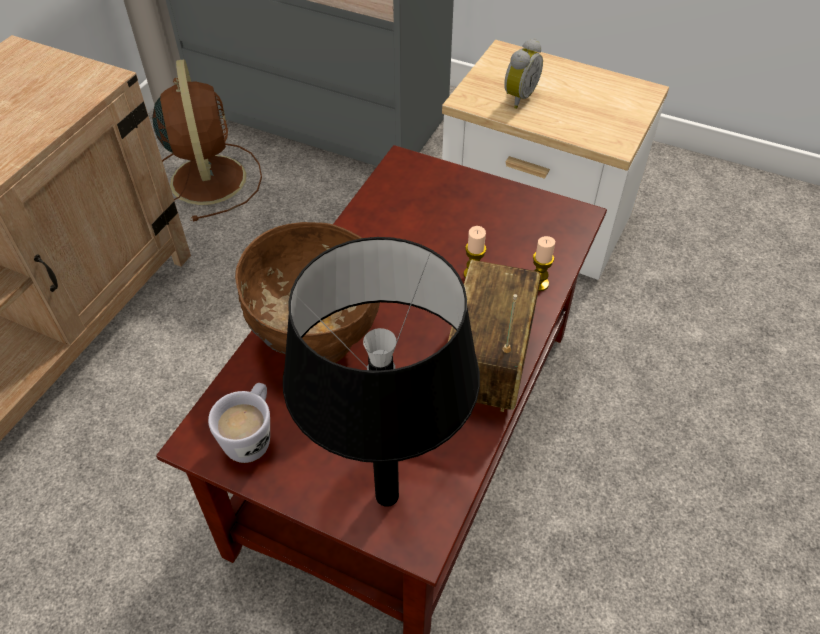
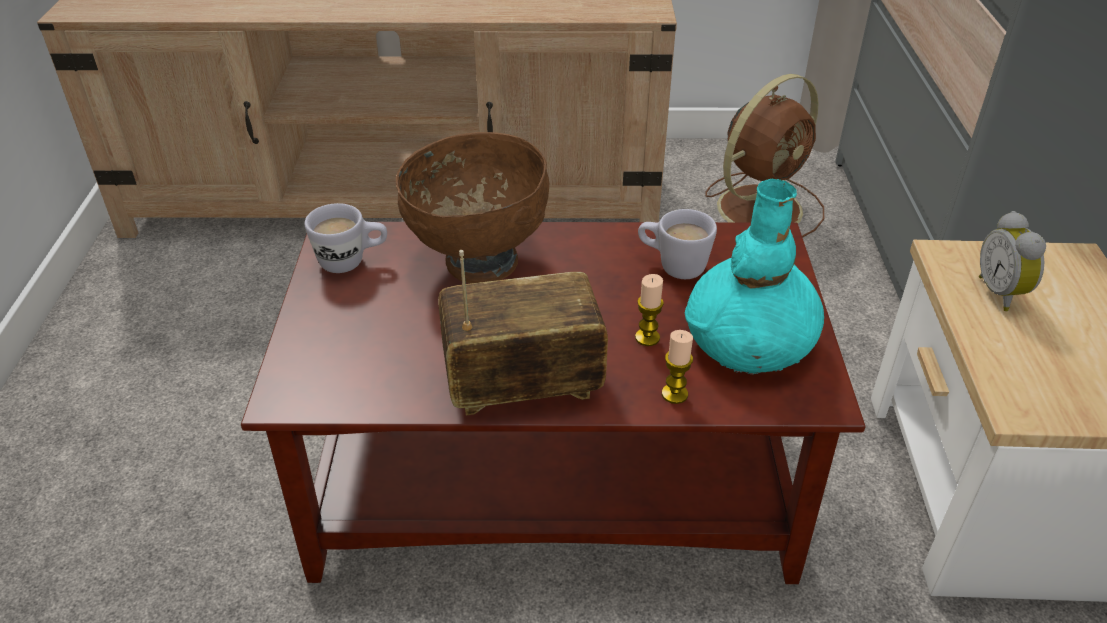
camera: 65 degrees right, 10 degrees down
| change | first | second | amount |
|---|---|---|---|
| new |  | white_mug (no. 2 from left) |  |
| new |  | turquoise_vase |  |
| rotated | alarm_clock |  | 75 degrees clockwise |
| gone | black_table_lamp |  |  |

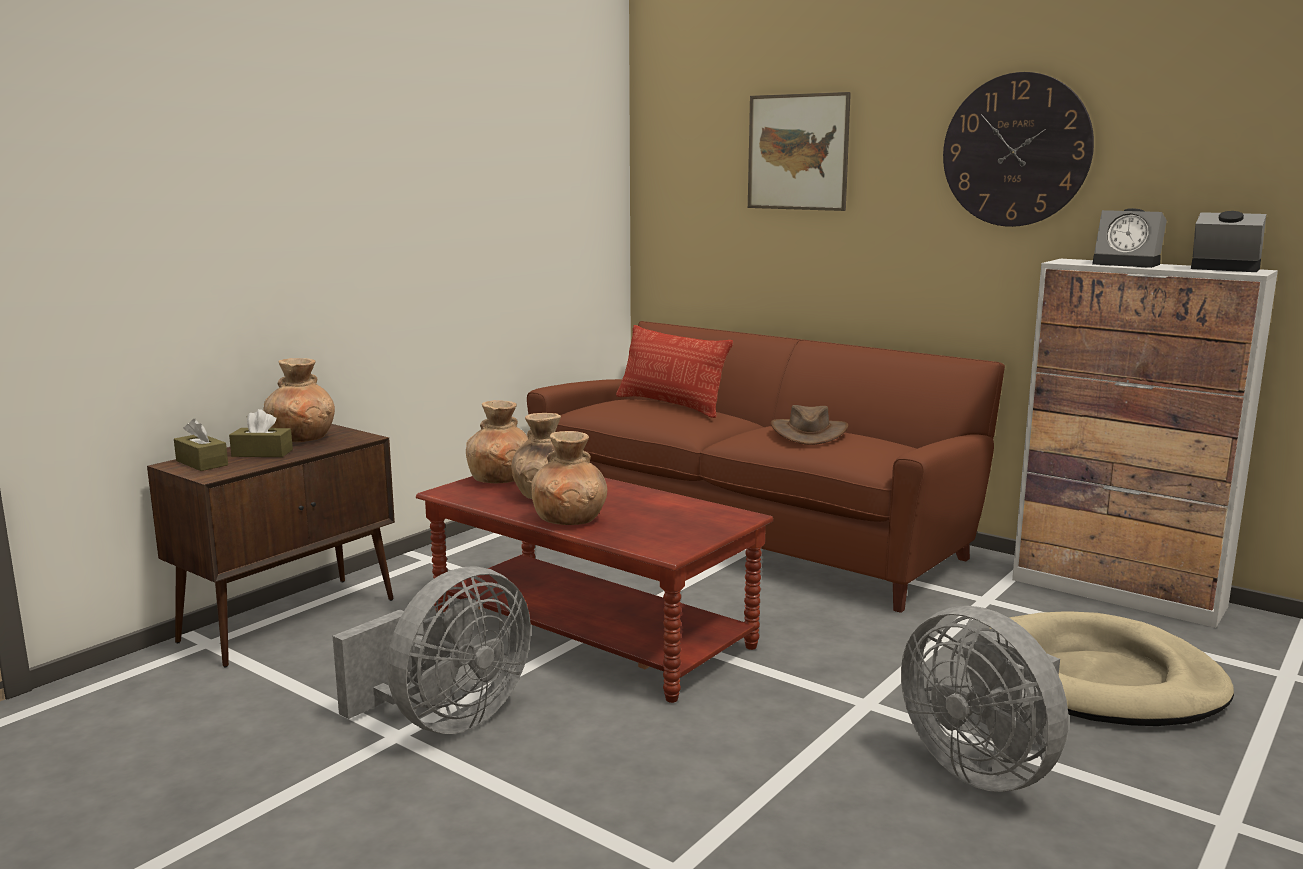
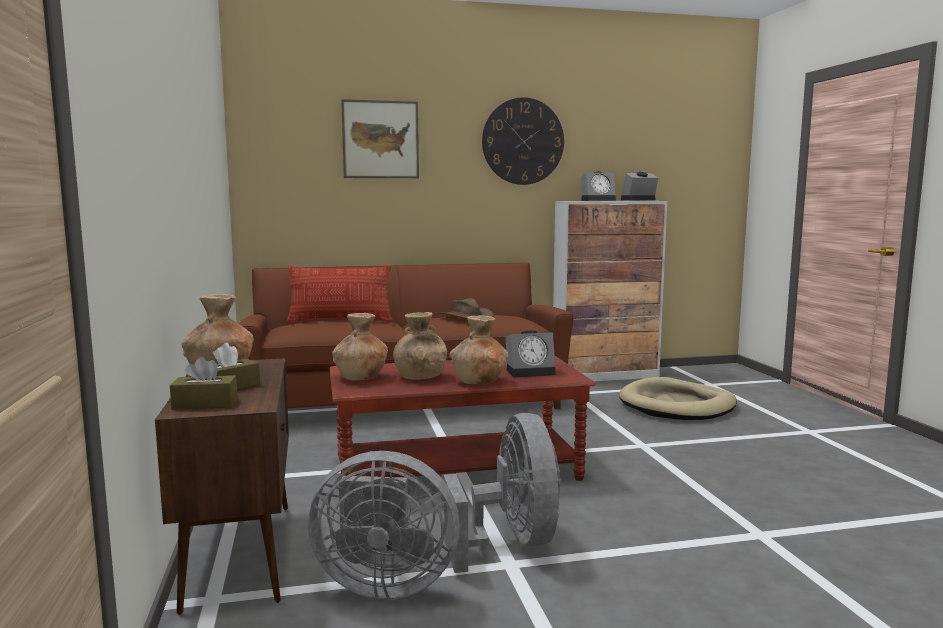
camera: 50 degrees left, 5 degrees down
| change | first | second | amount |
|---|---|---|---|
| shifted | grey_fan (no. 2 from left in the first image) | grey_fan (no. 1 from left) |  |
| new |  | alarm_clock (no. 1 from left) |  |

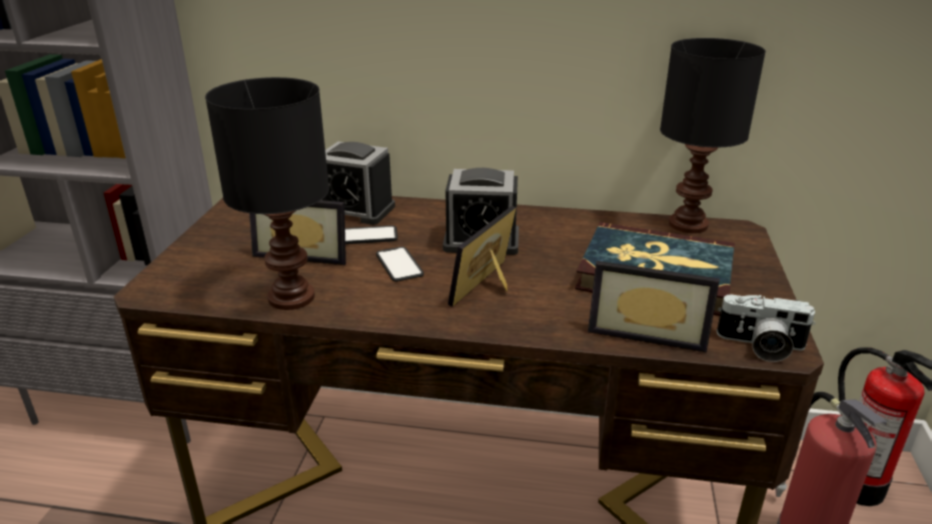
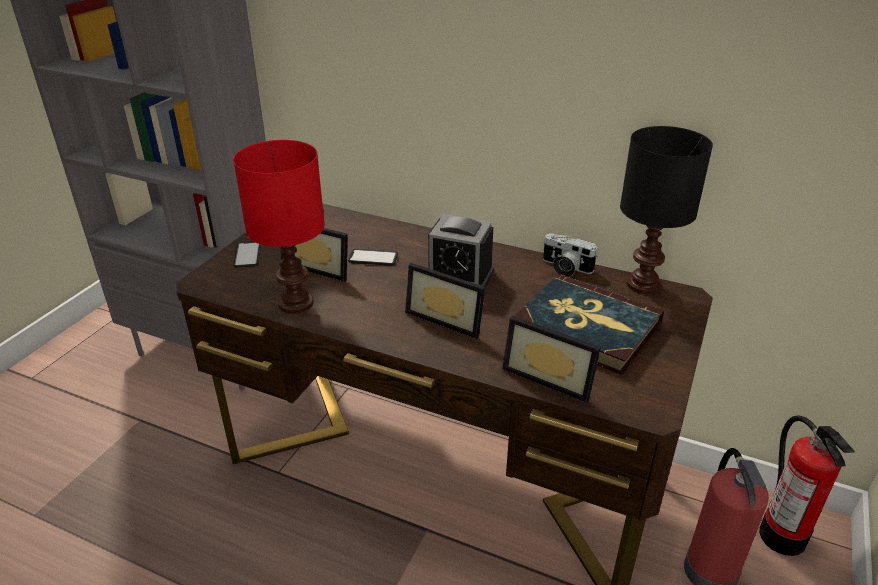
camera: 15 degrees right, 5 degrees up
| change | first | second | amount |
|---|---|---|---|
| repainted | black_table_lamp (no. 1 from left) | red_table_lamp |  |
| shifted | phone (no. 2 from left in the first image) | phone (no. 1 from left) |  |
| rotated | picture_frame (no. 2 from left) |  | 105 degrees counterclockwise |
| shifted | photo_camera |  |  |
| gone | alarm_clock (no. 1 from left) |  |  |

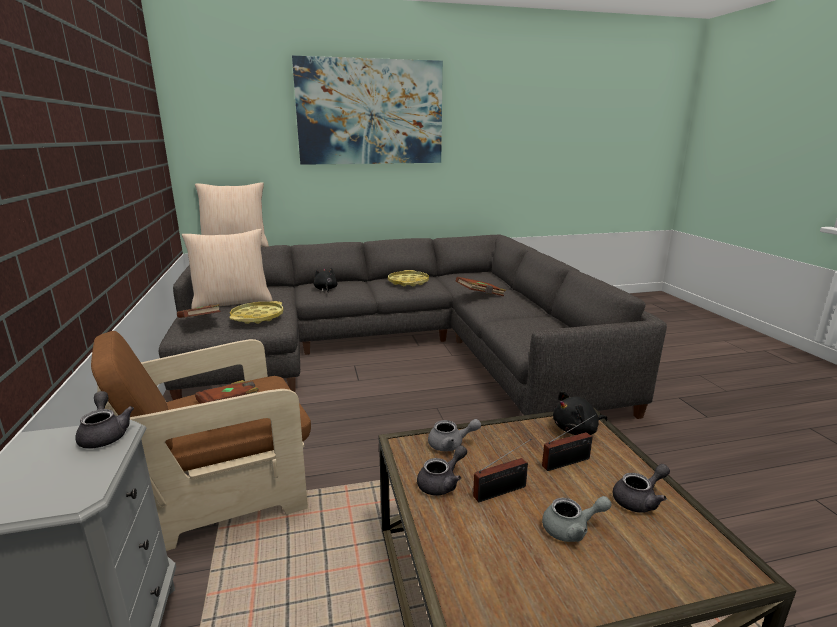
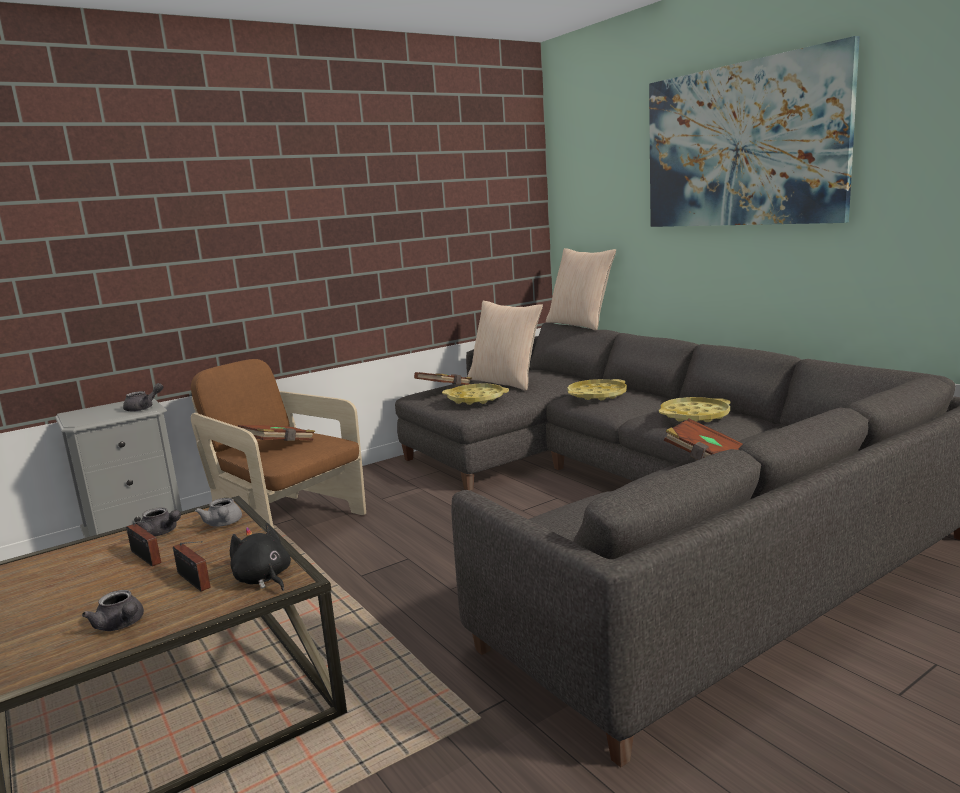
camera: 70 degrees right, 5 degrees down
| change | first | second | amount |
|---|---|---|---|
| swapped | black_plush_toy (no. 1 from left) | yellow_tray (no. 2 from left) |  |
| gone | grey_teapot (no. 4 from left) |  |  |

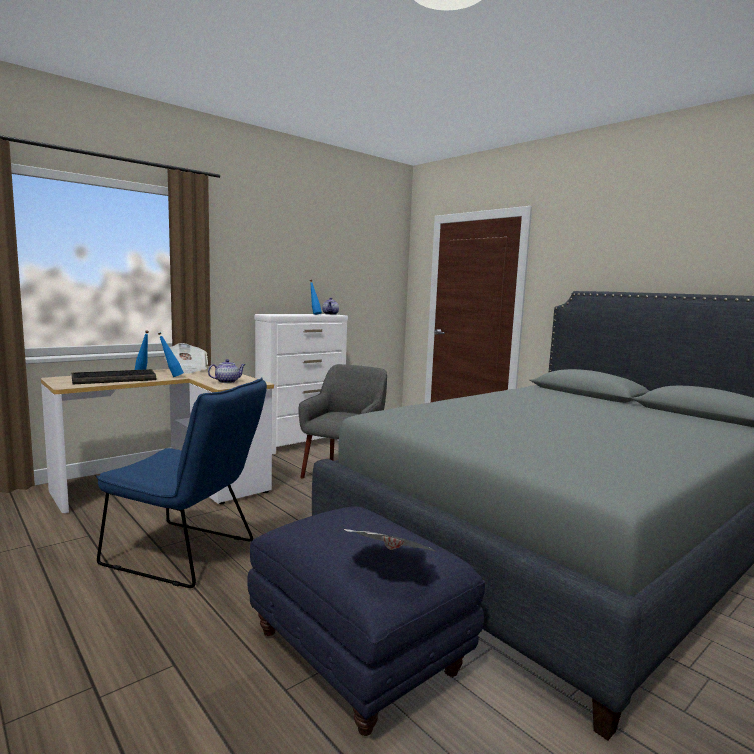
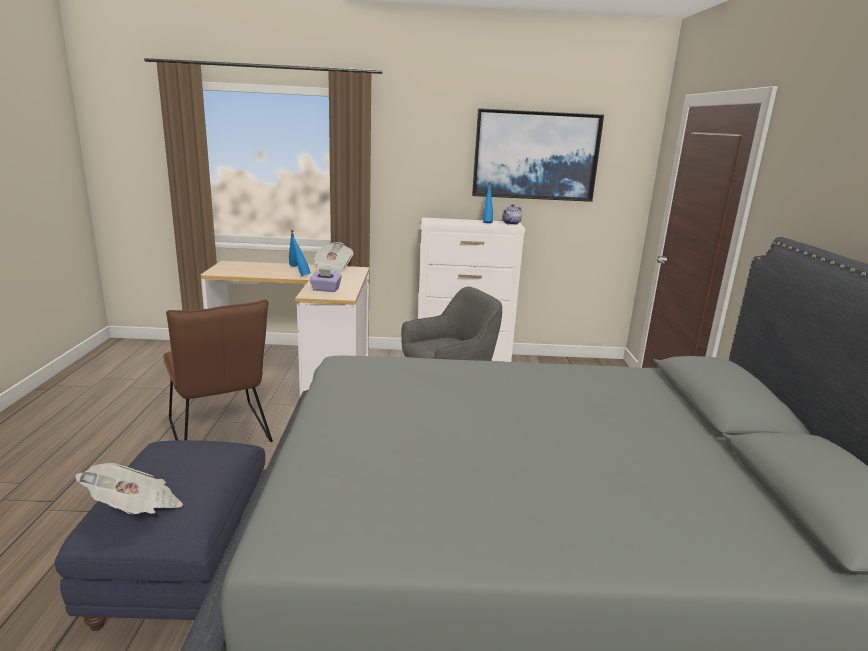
camera: 40 degrees right, 10 degrees up
| change | first | second | amount |
|---|---|---|---|
| repainted | blue_chair | brown_chair |  |
| swapped | teapot (no. 1 from left) | purple_tissue_box |  |
| new |  | picture |  |
| gone | keyboard |  |  |

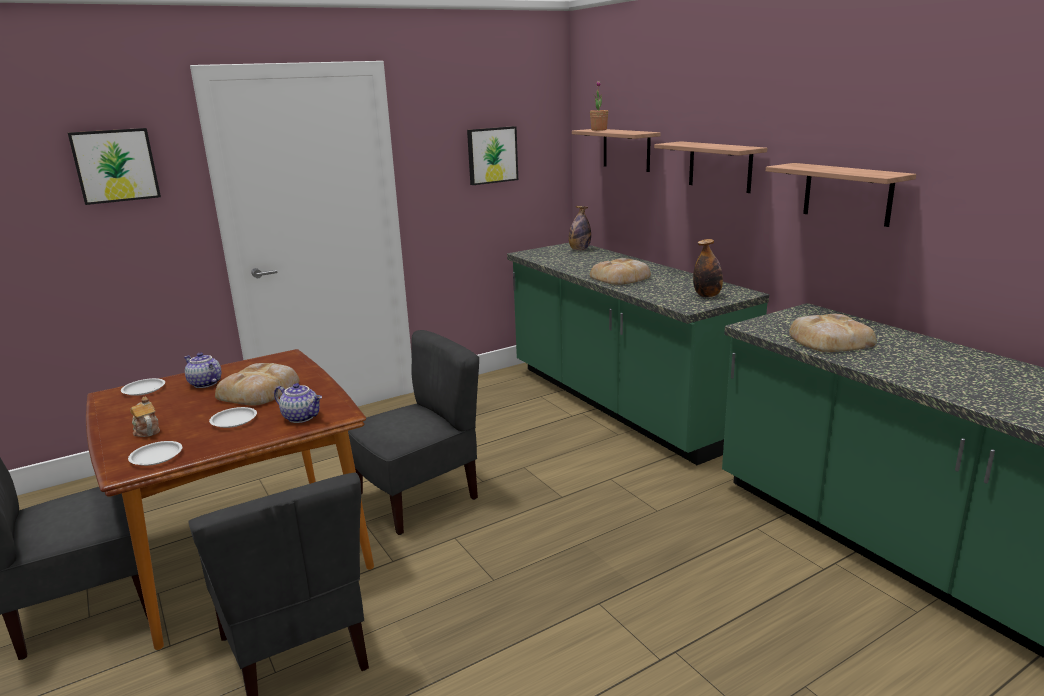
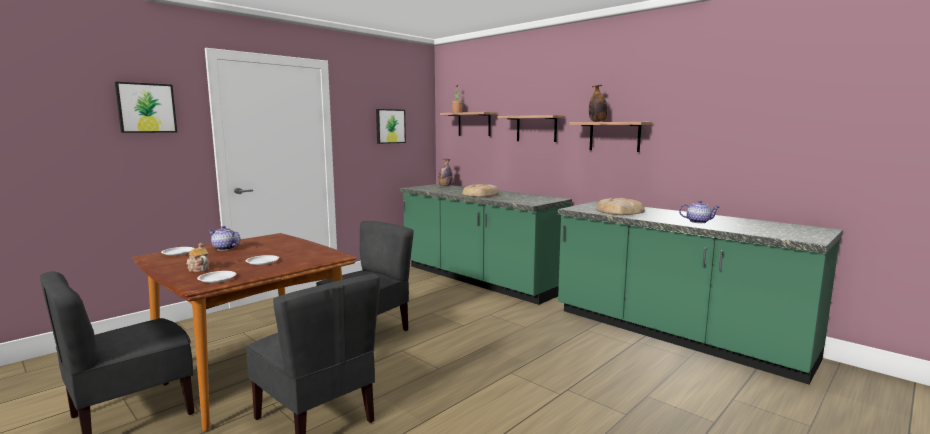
camera: 15 degrees left, 10 degrees down
| change | first | second | amount |
|---|---|---|---|
| shifted | bottle (no. 2 from left) |  |  |
| shifted | teapot (no. 3 from left) |  |  |
| gone | bread (no. 1 from left) |  |  |

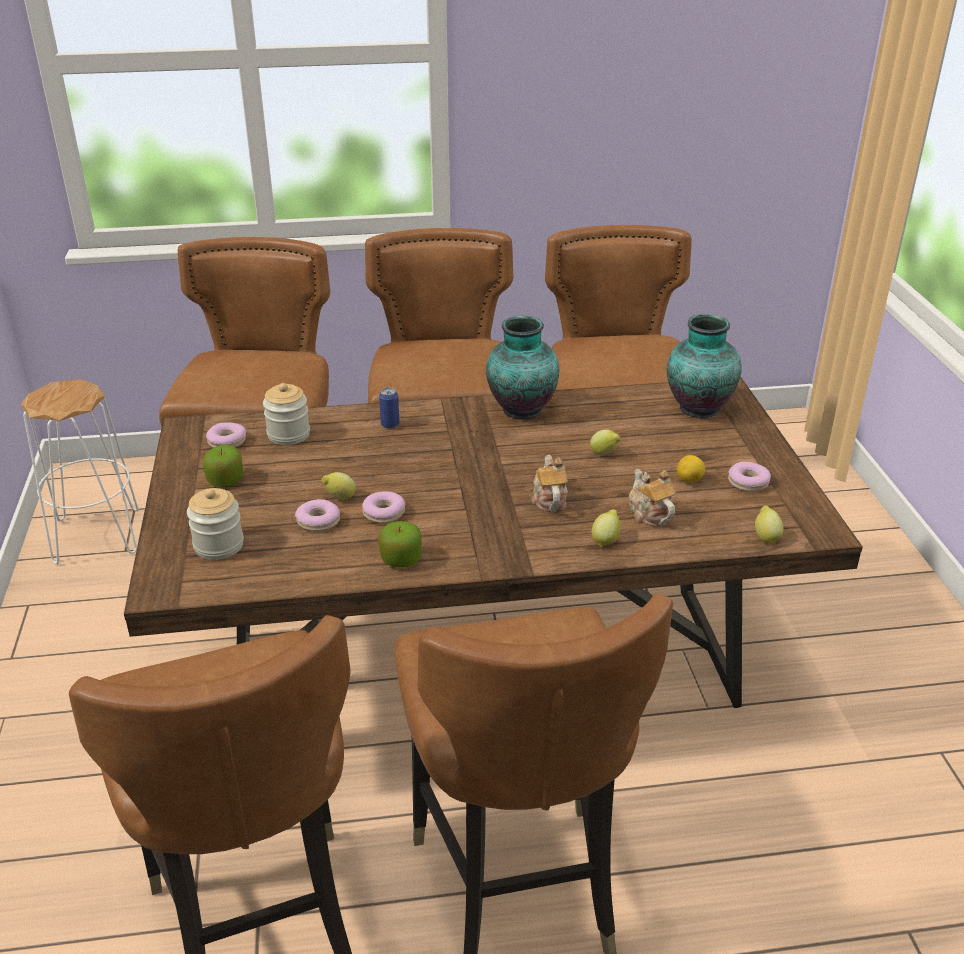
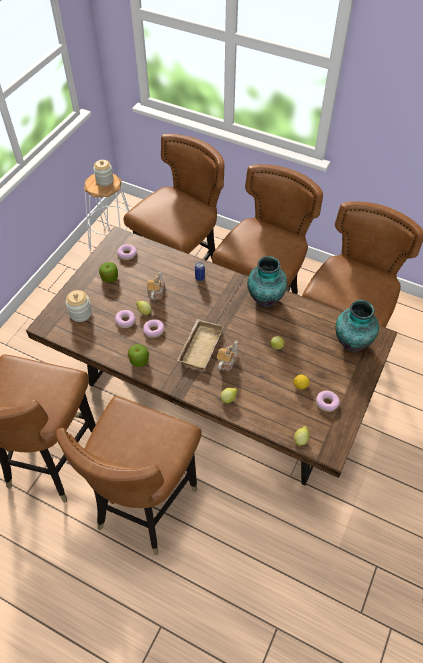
camera: 35 degrees right, 20 degrees up
| change | first | second | amount |
|---|---|---|---|
| shifted | jar (no. 2 from left) |  |  |
| shifted | teapot (no. 2 from left in the first image) | teapot (no. 1 from left) |  |
| new |  | beige_tray |  |

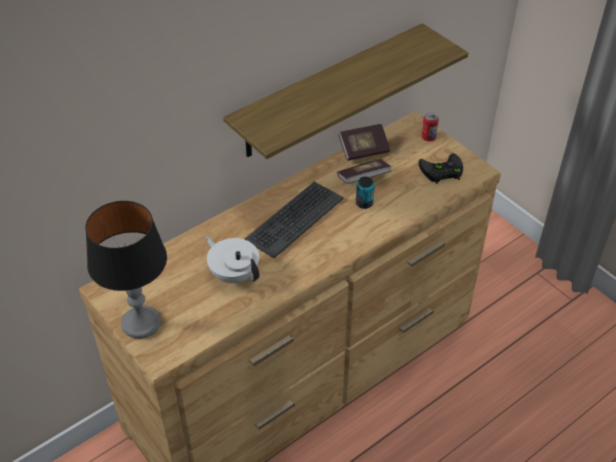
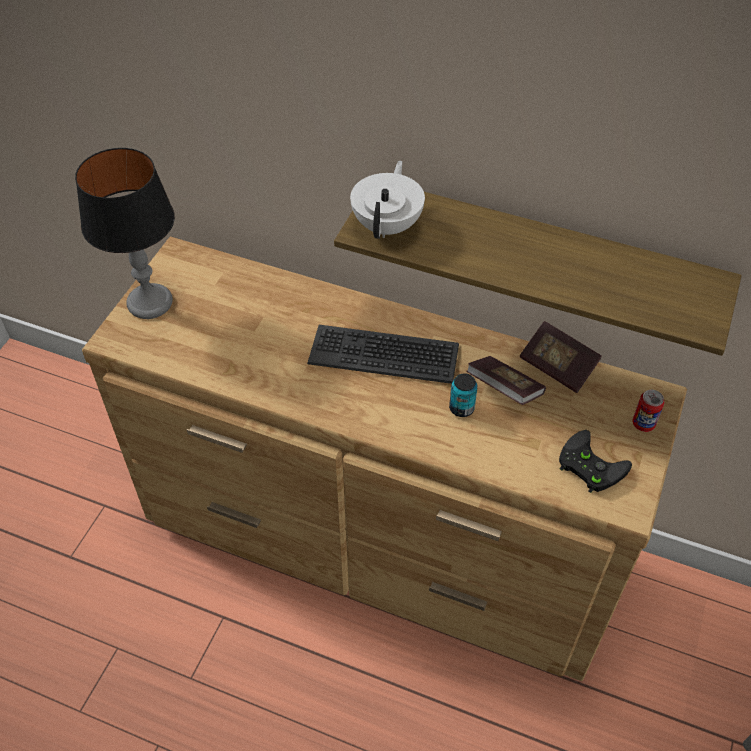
camera: 60 degrees right, 5 degrees up
| change | first | second | amount |
|---|---|---|---|
| shifted | white_teapot |  |  |

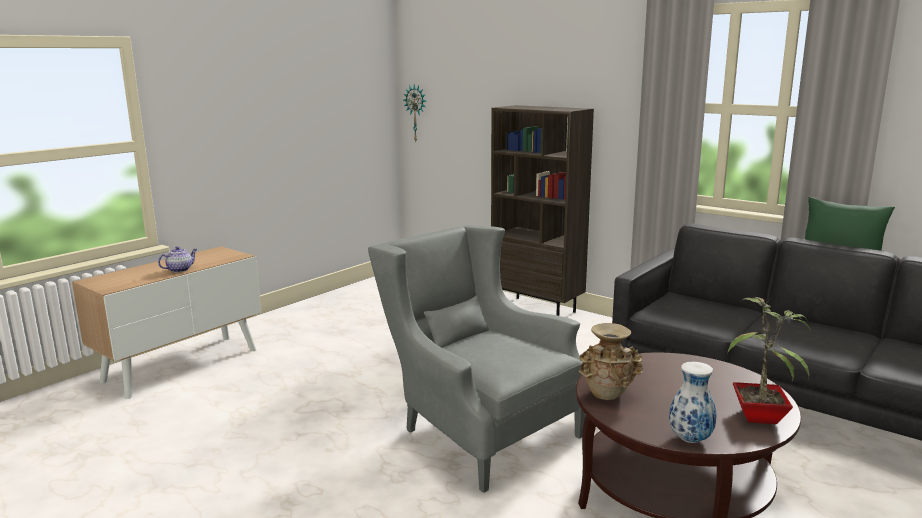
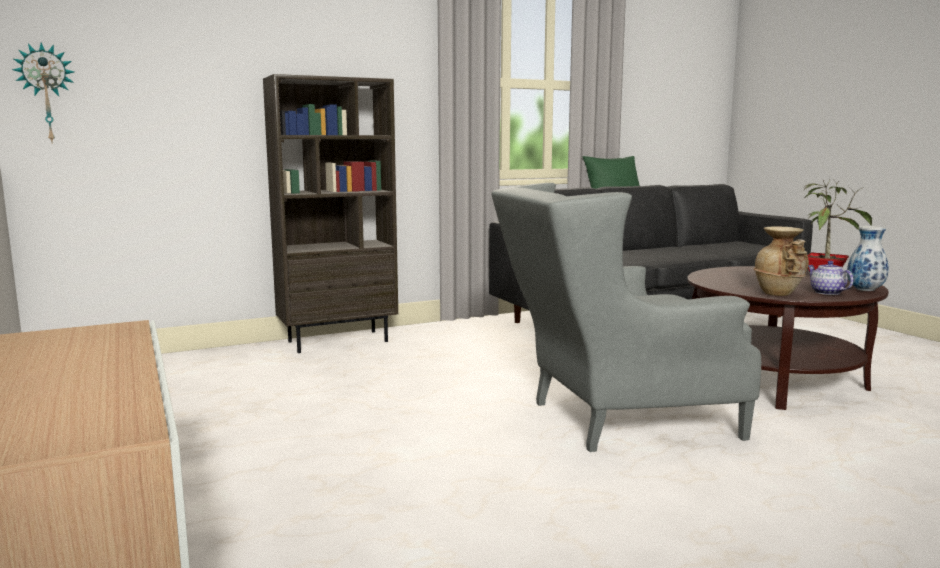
camera: 65 degrees left, 5 degrees down
| change | first | second | amount |
|---|---|---|---|
| shifted | teapot |  |  |

